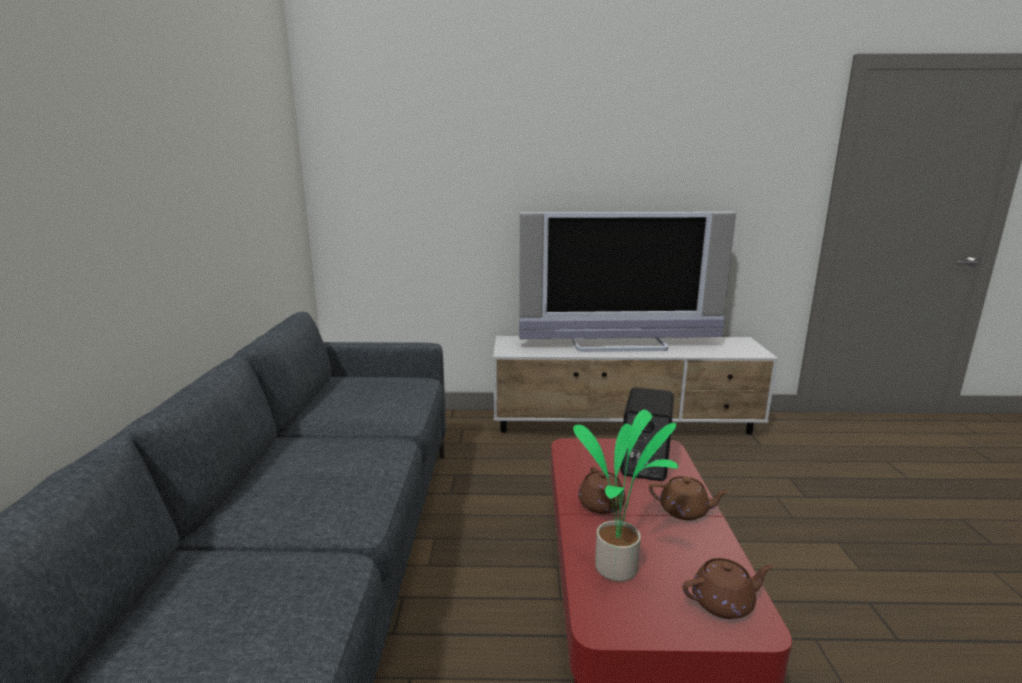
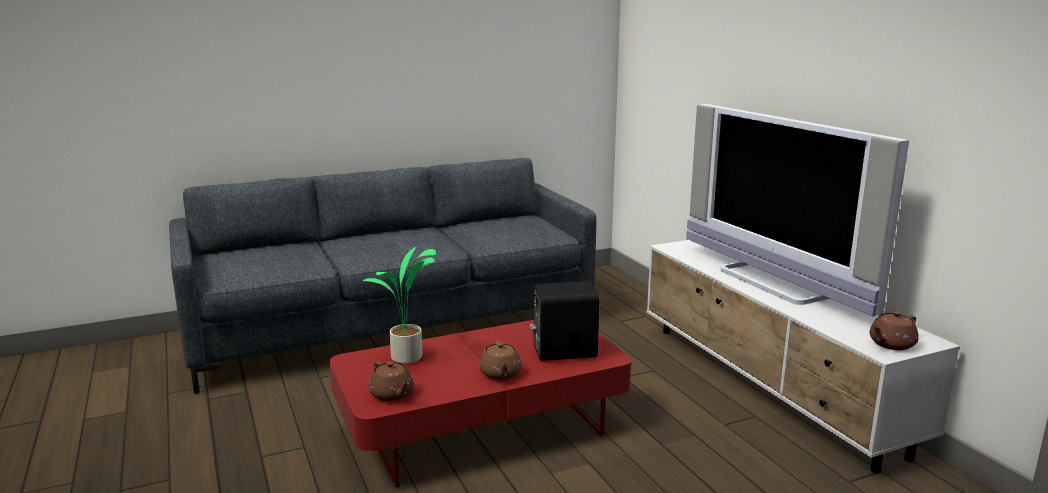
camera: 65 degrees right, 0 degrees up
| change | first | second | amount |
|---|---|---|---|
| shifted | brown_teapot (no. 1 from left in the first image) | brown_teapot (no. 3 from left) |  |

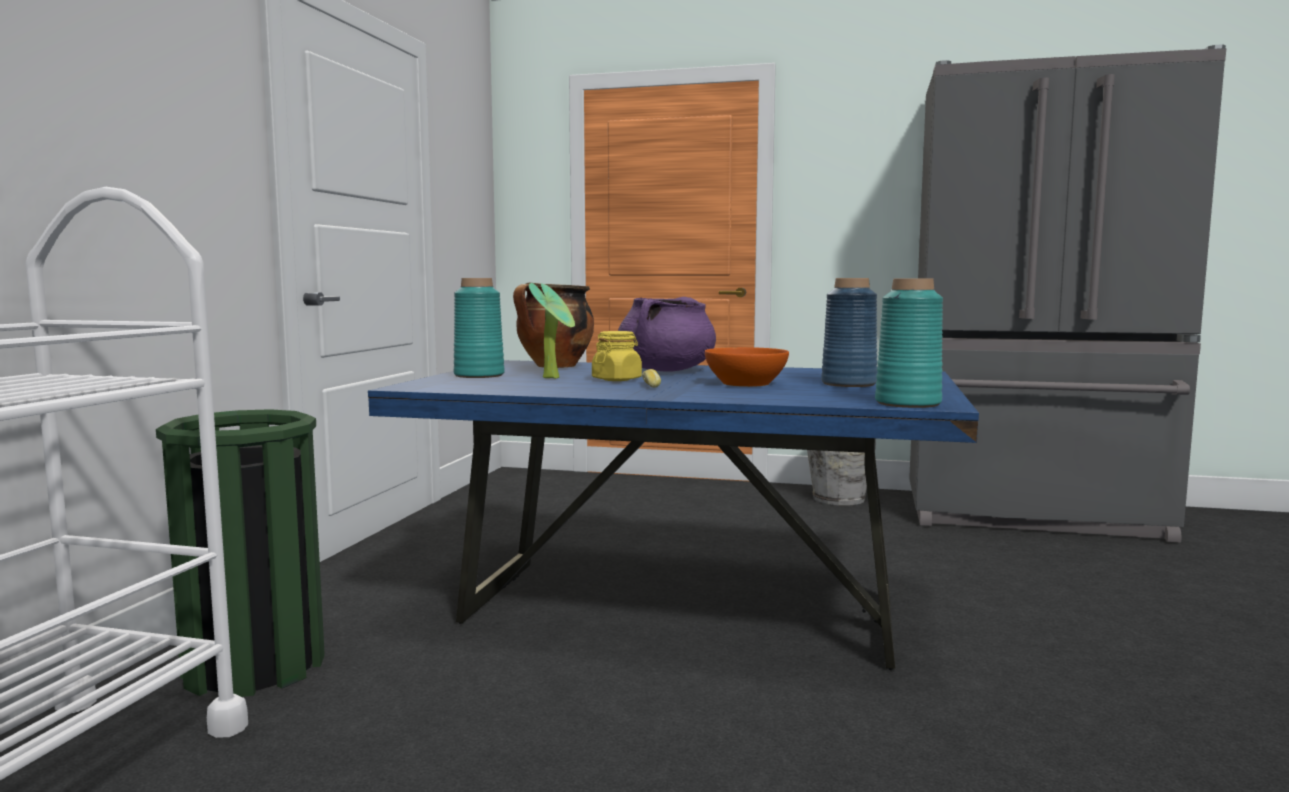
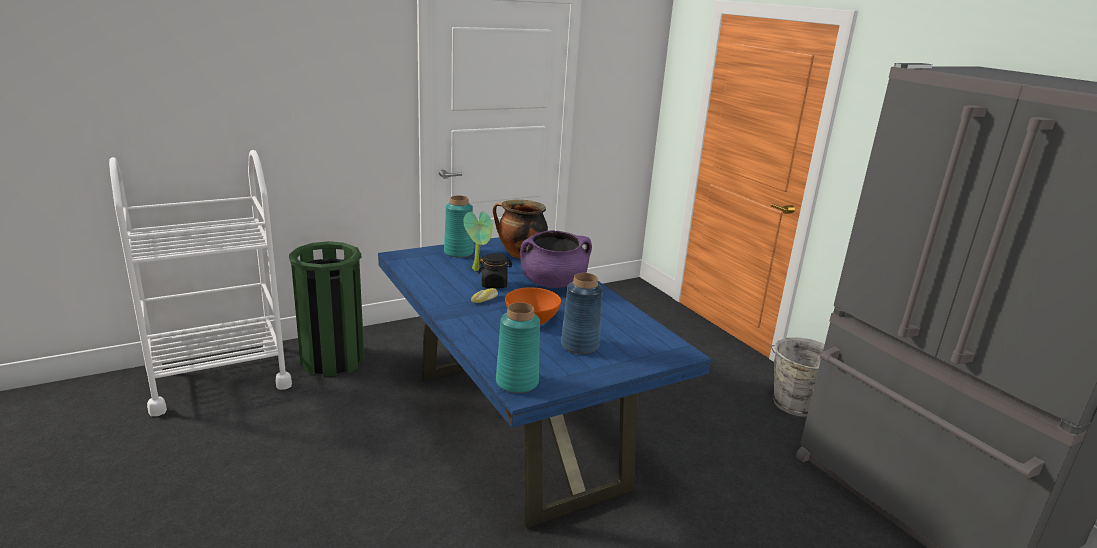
camera: 45 degrees right, 15 degrees up
| change | first | second | amount |
|---|---|---|---|
| repainted | yellow_jar | black_jar |  |

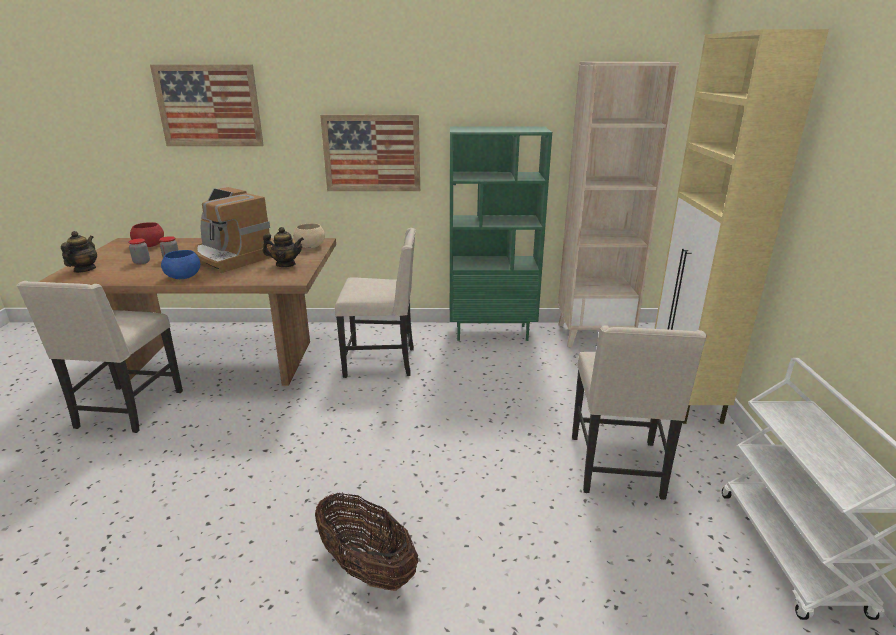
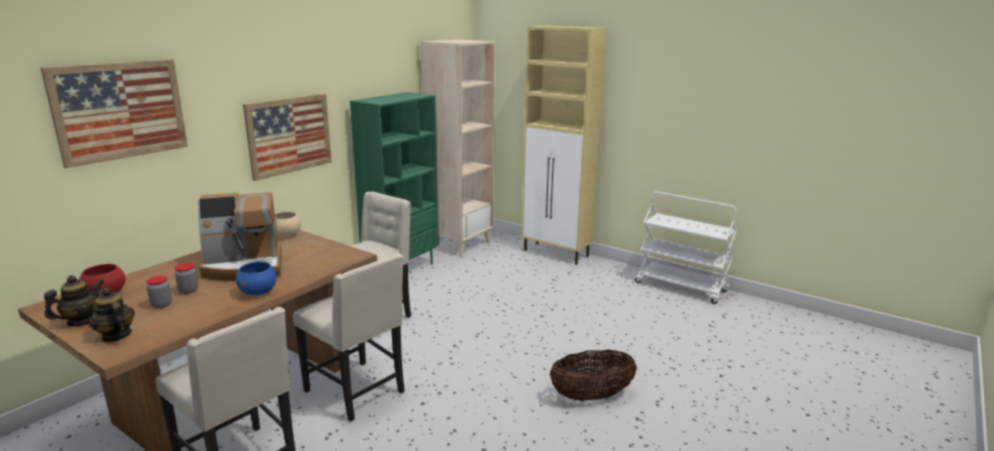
camera: 55 degrees left, 5 degrees down
| change | first | second | amount |
|---|---|---|---|
| shifted | teapot (no. 2 from left in the first image) | teapot (no. 1 from left) |  |
| shifted | beige_chair (no. 3 from left in the first image) | beige_chair (no. 2 from left) |  |

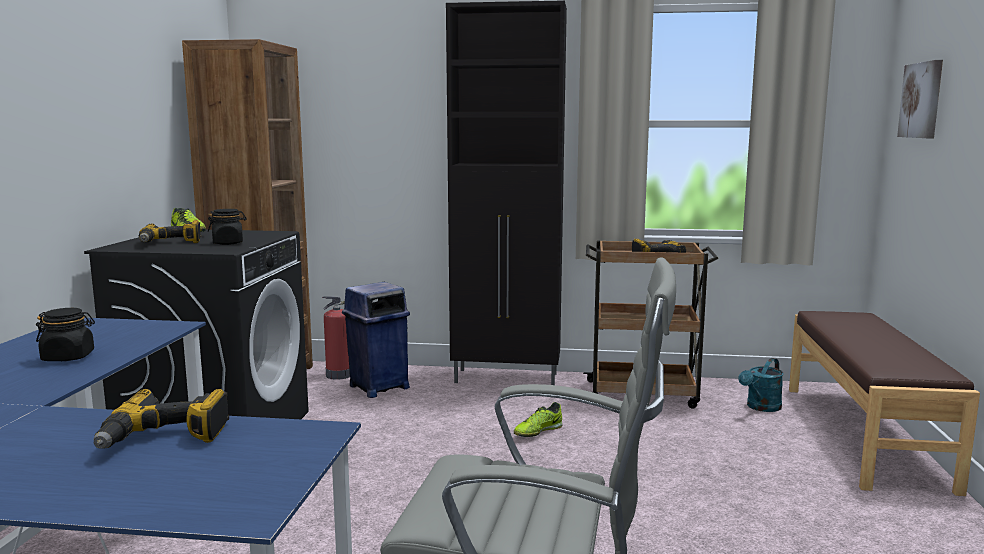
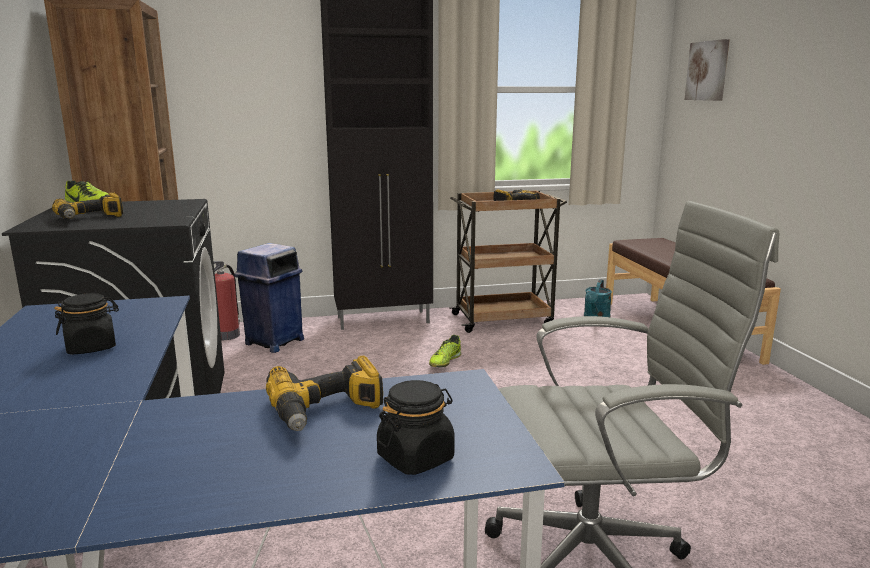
camera: 20 degrees left, 5 degrees up
| change | first | second | amount |
|---|---|---|---|
| shifted | black_jar (no. 2 from left) |  |  |

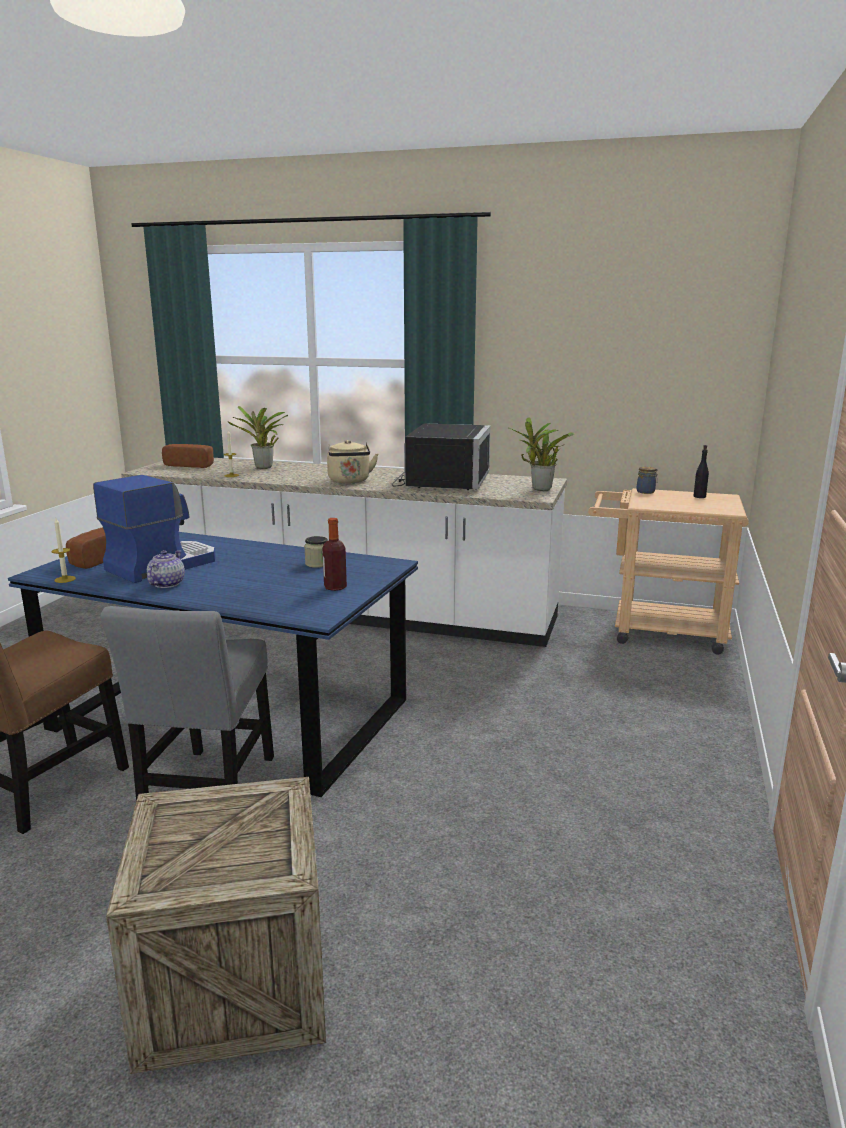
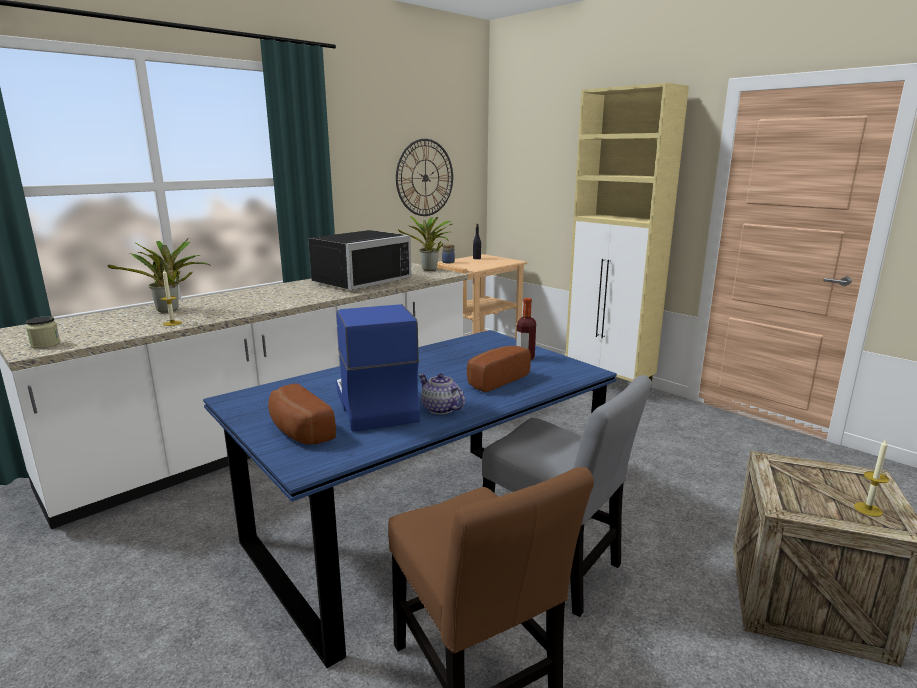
camera: 60 degrees left, 0 degrees up
| change | first | second | amount |
|---|---|---|---|
| shifted | jar (no. 1 from left) |  |  |
| rotated | black_microwave |  | 90 degrees clockwise |
| new |  | wall_clock |  |
| shifted | bread (no. 2 from left) |  |  |
| new |  | beige_cabinet |  |
| shifted | candle (no. 1 from left in the first image) | candle (no. 2 from left) |  |
| gone | beige_kettle |  |  |

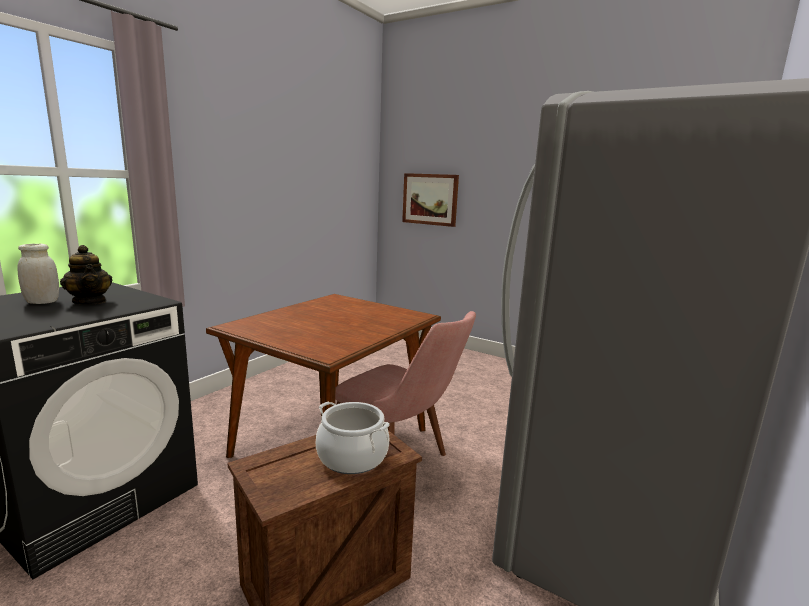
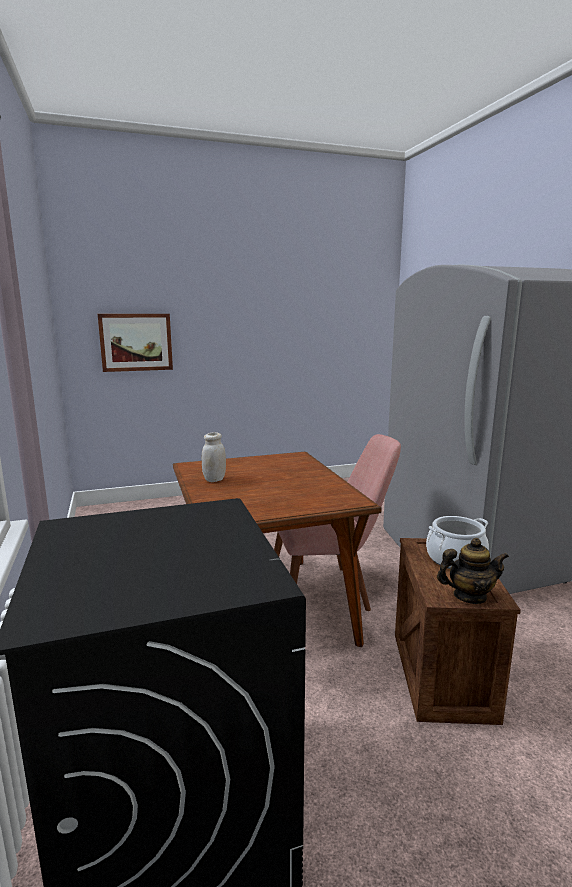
camera: 50 degrees left, 0 degrees up
| change | first | second | amount |
|---|---|---|---|
| shifted | white_jar |  |  |
| shifted | teapot |  |  |

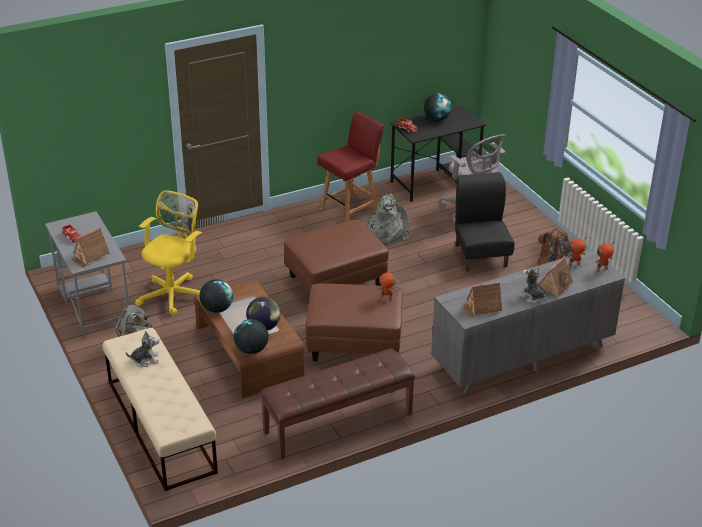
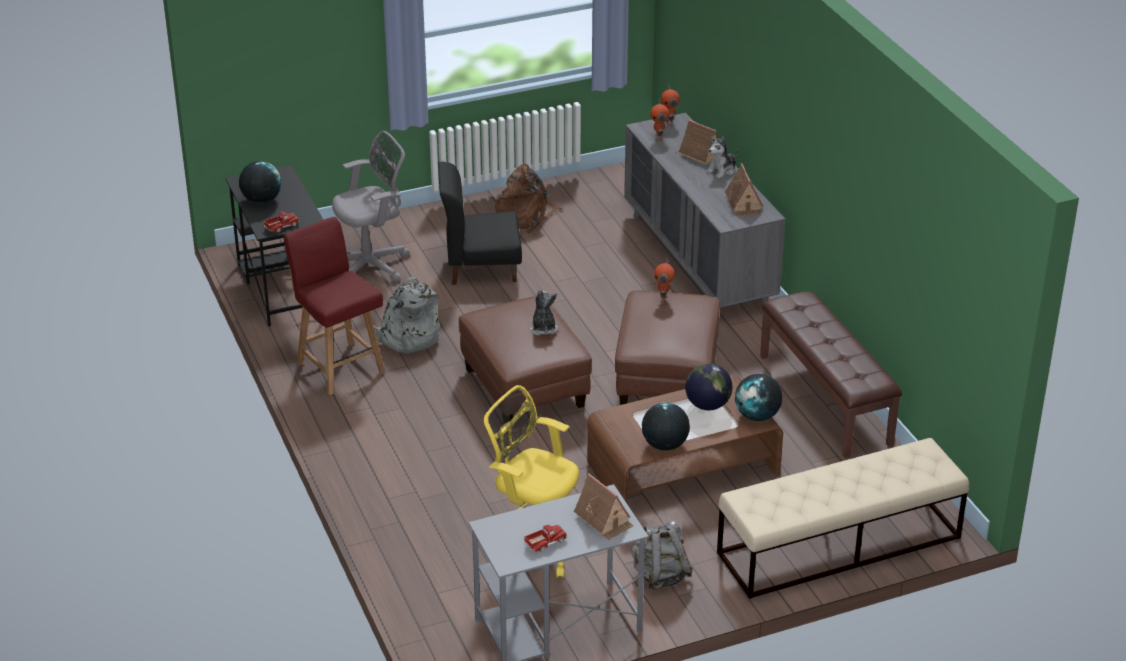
camera: 85 degrees left, 0 degrees up
| change | first | second | amount |
|---|---|---|---|
| shifted | plush_toy (no. 1 from left) |  |  |

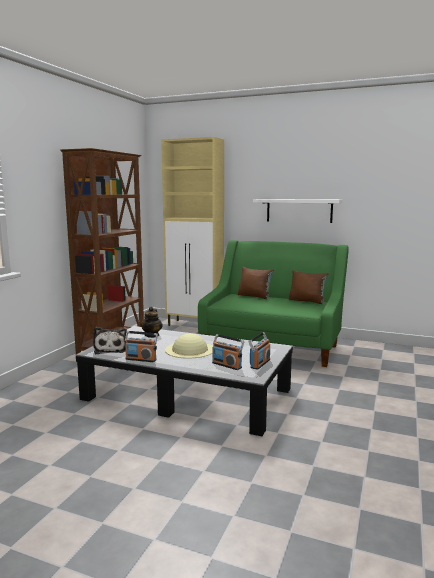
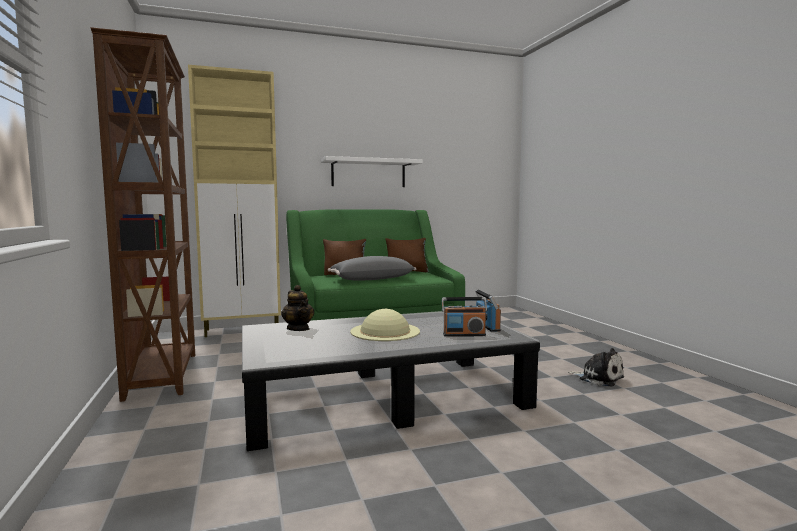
camera: 40 degrees left, 5 degrees down
| change | first | second | amount |
|---|---|---|---|
| new |  | grey_pillow |  |
| shifted | plush_toy |  |  |
| gone | radio (no. 1 from left) |  |  |

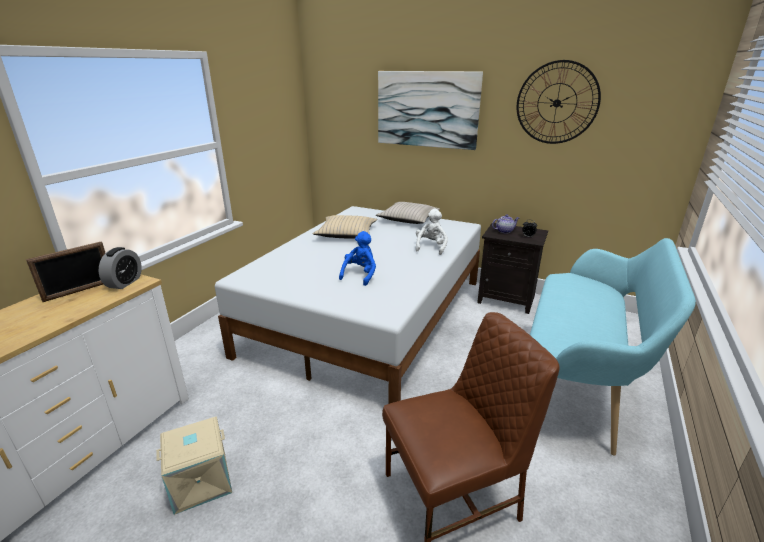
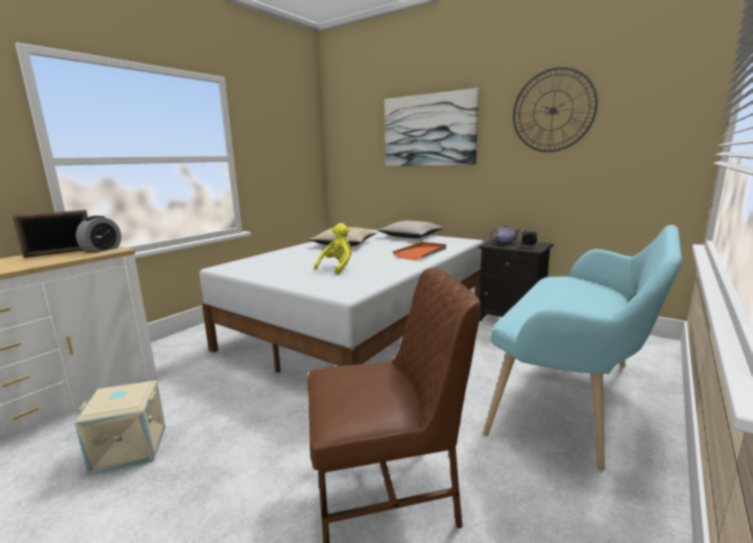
camera: 10 degrees right, 10 degrees down
| change | first | second | amount |
|---|---|---|---|
| repainted | blue_plush_toy | yellow_plush_toy |  |
| swapped | white_plush_toy | orange_tray |  |

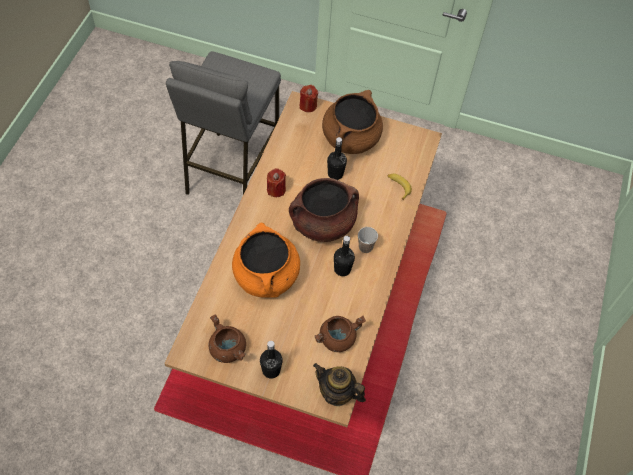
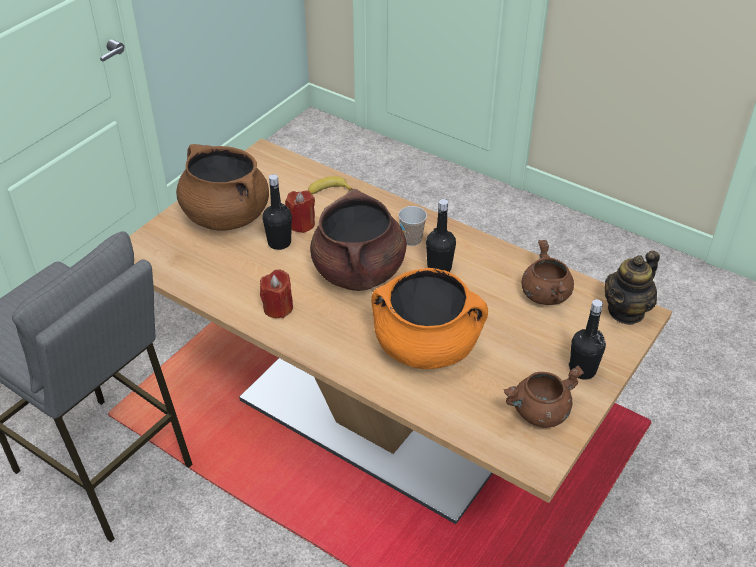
camera: 70 degrees left, 15 degrees down
| change | first | second | amount |
|---|---|---|---|
| shifted | red_candle (no. 2 from left) |  |  |

